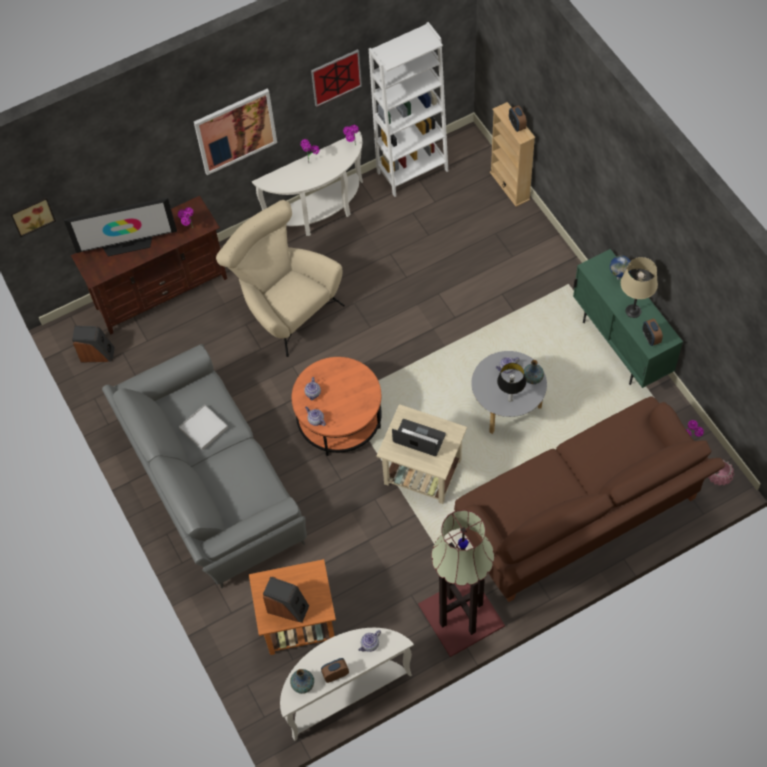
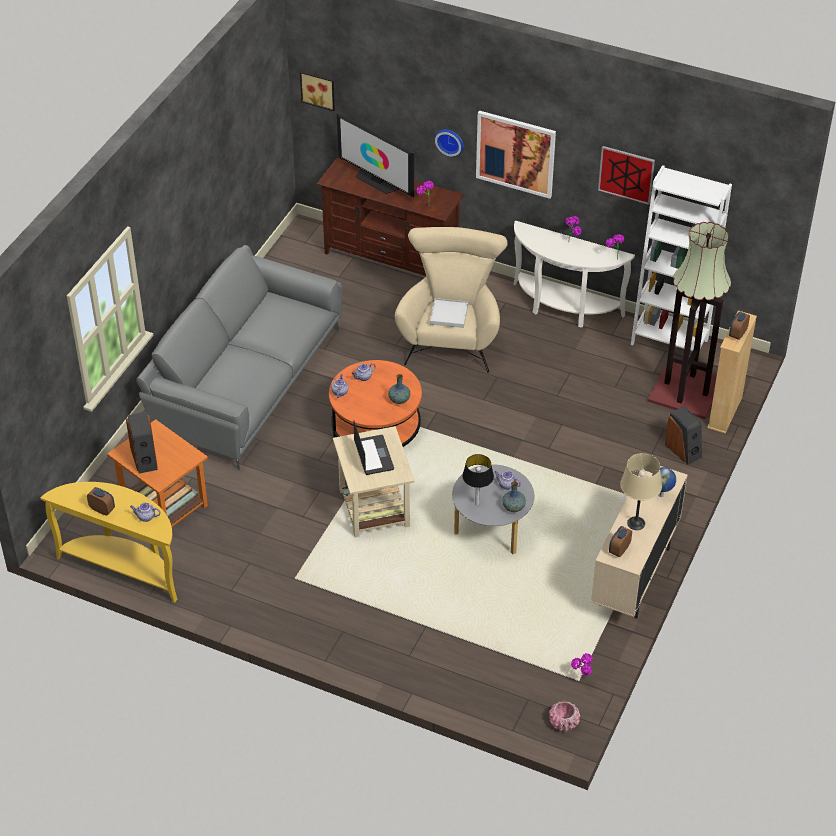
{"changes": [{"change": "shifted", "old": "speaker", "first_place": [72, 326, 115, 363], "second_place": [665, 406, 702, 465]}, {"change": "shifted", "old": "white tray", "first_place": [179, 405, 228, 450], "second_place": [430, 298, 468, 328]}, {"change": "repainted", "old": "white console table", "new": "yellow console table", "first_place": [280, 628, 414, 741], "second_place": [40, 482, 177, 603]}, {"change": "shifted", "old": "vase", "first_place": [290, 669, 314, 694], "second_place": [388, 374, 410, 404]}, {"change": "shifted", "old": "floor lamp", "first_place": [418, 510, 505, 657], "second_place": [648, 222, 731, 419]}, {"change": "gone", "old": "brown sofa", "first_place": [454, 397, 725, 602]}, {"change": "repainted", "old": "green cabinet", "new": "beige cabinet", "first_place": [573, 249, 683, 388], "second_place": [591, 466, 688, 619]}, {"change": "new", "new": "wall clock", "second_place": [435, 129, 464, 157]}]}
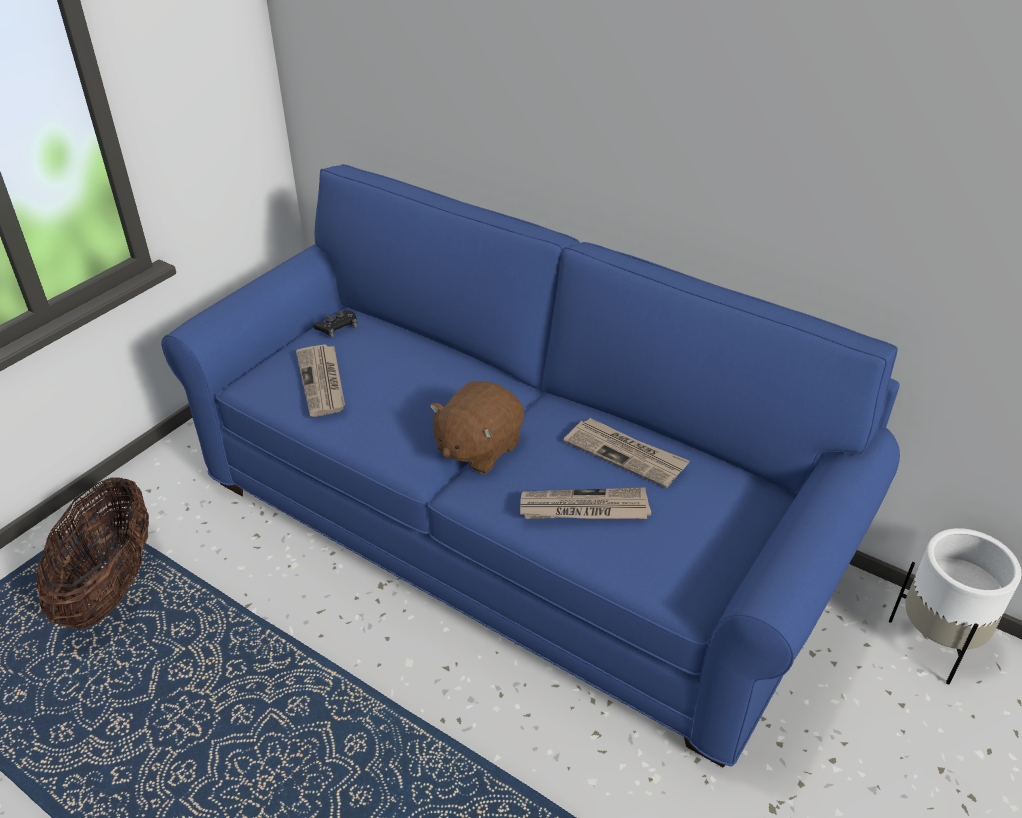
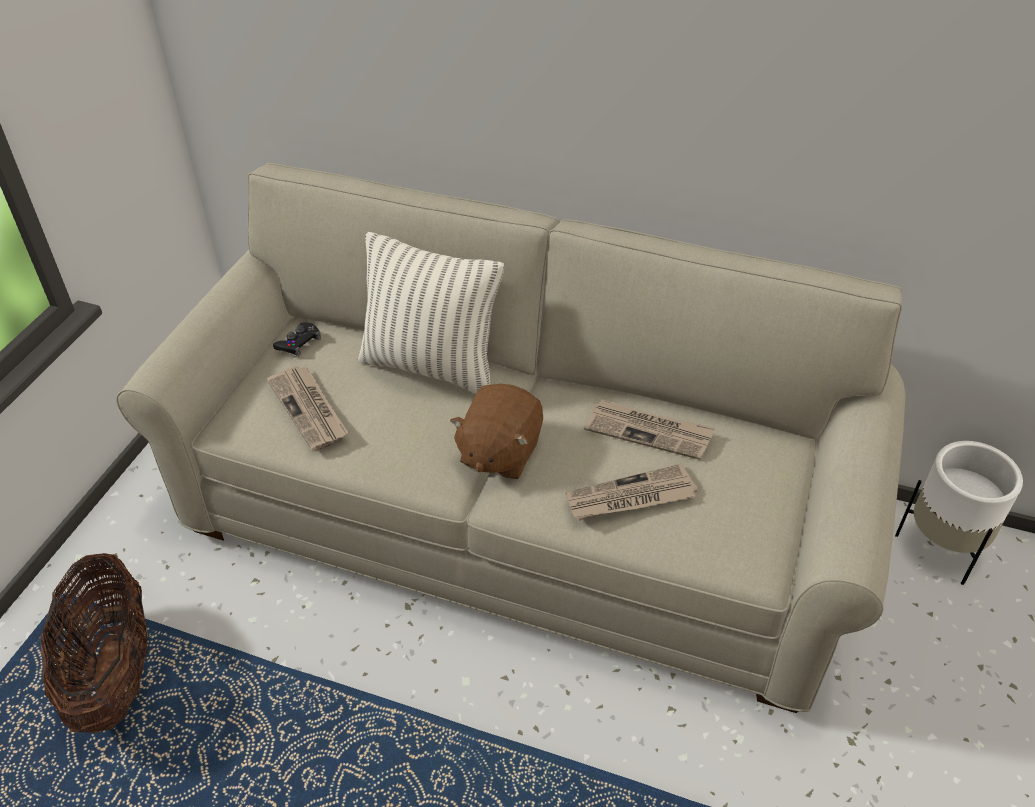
{"changes": [{"change": "repainted", "old": "blue sofa", "new": "beige sofa", "first_place": [161, 164, 900, 767], "second_place": [116, 163, 906, 713]}, {"change": "new", "new": "pillow", "second_place": [358, 232, 504, 394]}]}
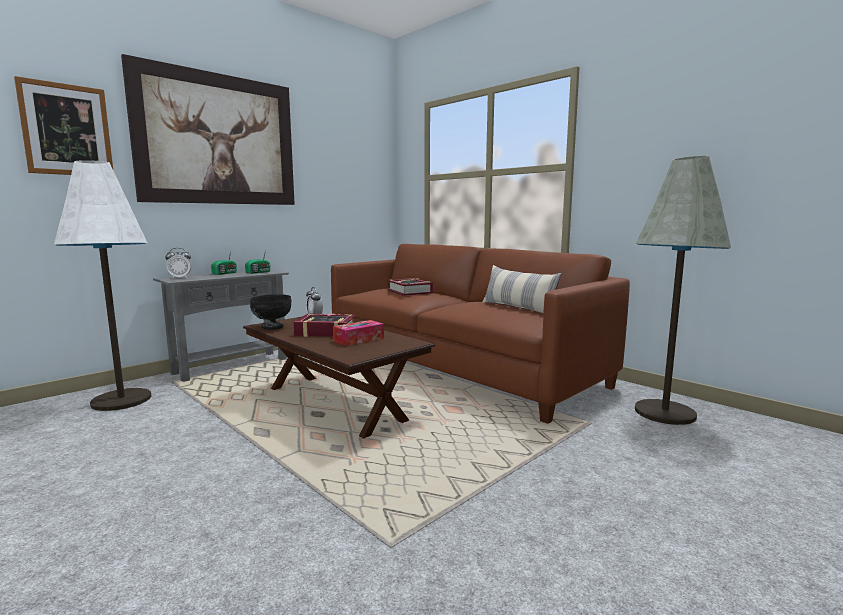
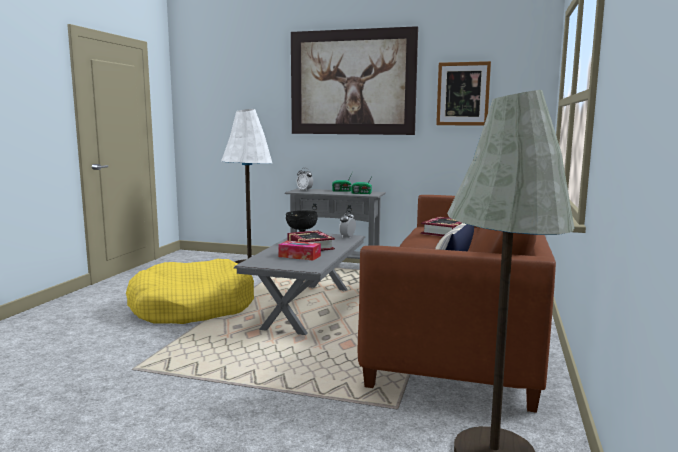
{"changes": [{"change": "shifted", "old": "picture", "first_place": [14, 76, 113, 175], "second_place": [436, 61, 491, 126]}, {"change": "repainted", "old": "brown coffee table", "new": "grey coffee table", "first_place": [243, 317, 435, 439], "second_place": [234, 233, 365, 335]}, {"change": "new", "new": "yellow dog bed", "second_place": [126, 259, 254, 324]}]}
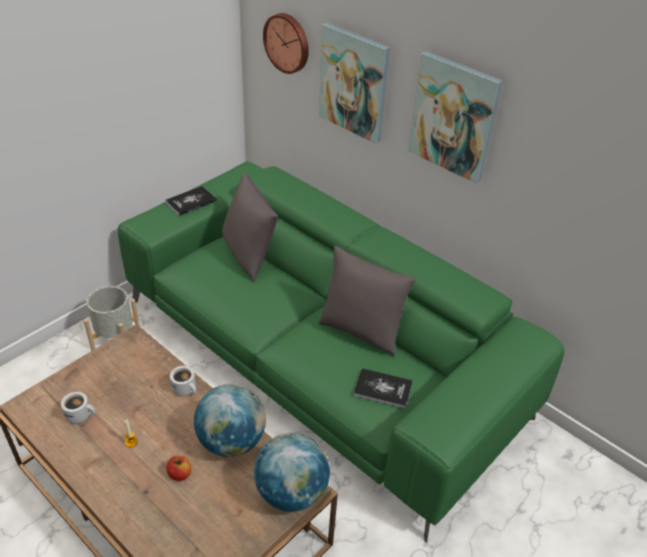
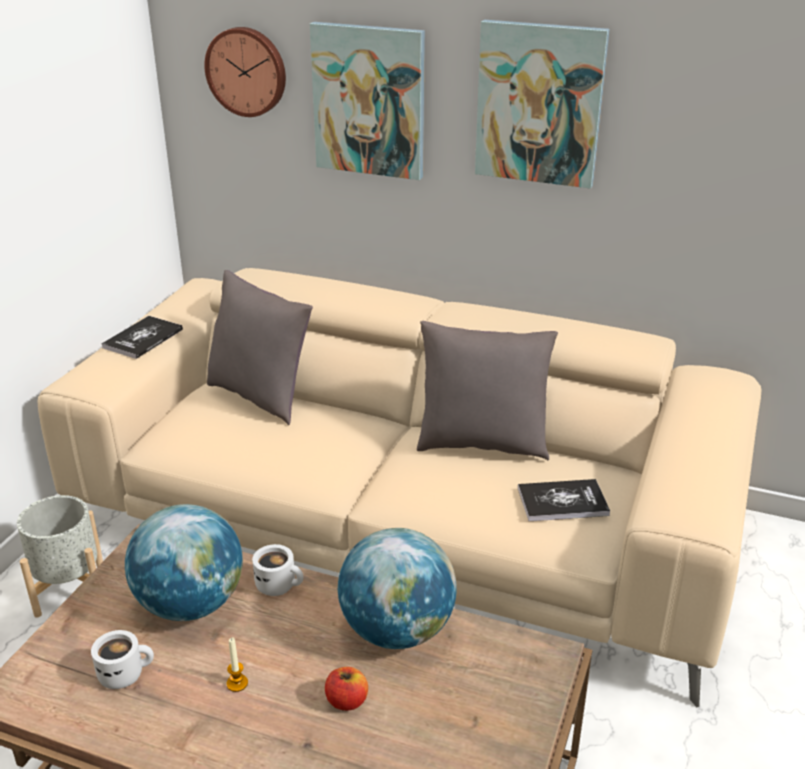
{"changes": [{"change": "repainted", "old": "green sofa", "new": "beige sofa", "first_place": [118, 161, 565, 542], "second_place": [37, 268, 762, 707]}, {"change": "shifted", "old": "globe", "first_place": [254, 433, 330, 512], "second_place": [125, 504, 243, 621]}]}
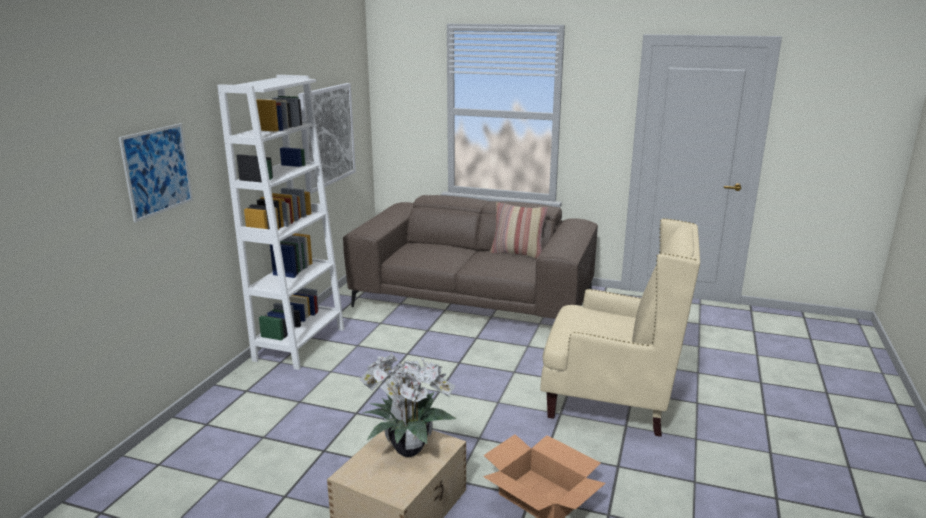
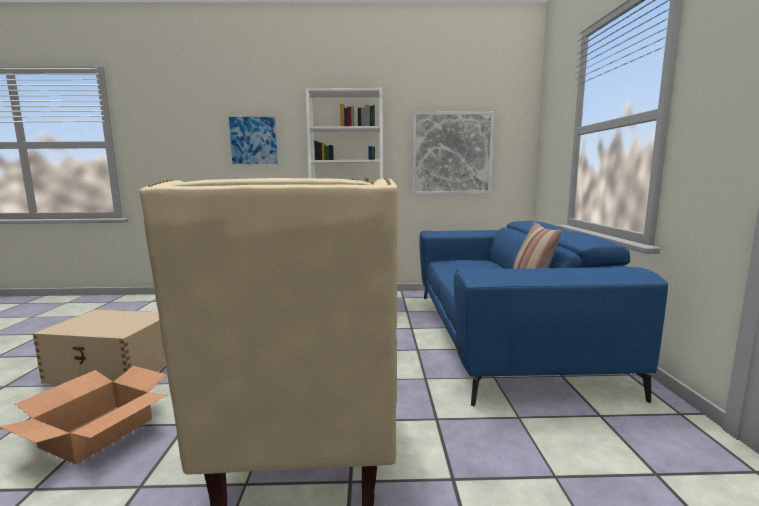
{"changes": [{"change": "repainted", "old": "brown sofa", "new": "blue sofa", "first_place": [343, 195, 598, 319], "second_place": [419, 221, 668, 406]}, {"change": "gone", "old": "potted plant", "first_place": [359, 353, 457, 457]}]}
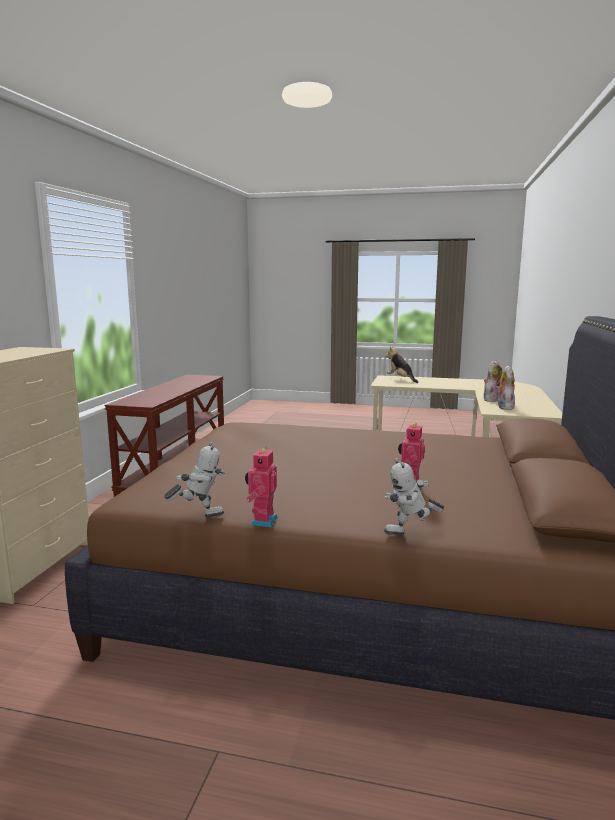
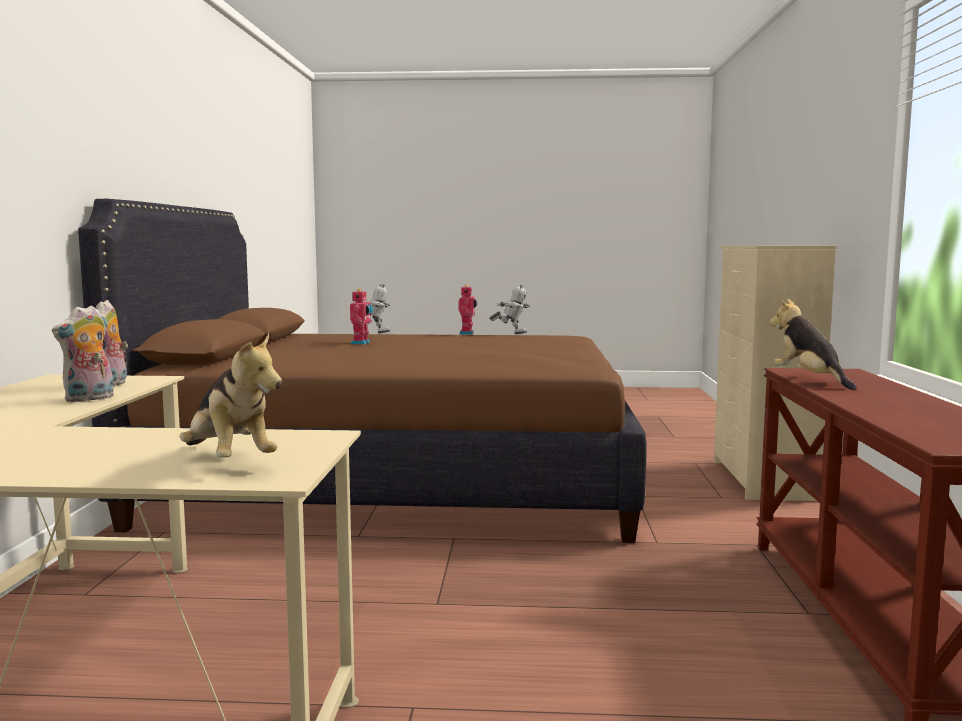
{"changes": [{"change": "rotated", "old": "toy robot", "first_place": [164, 441, 227, 517], "second_place": [489, 284, 531, 334], "degrees": -150}, {"change": "new", "new": "plush toy", "second_place": [770, 298, 856, 390]}]}
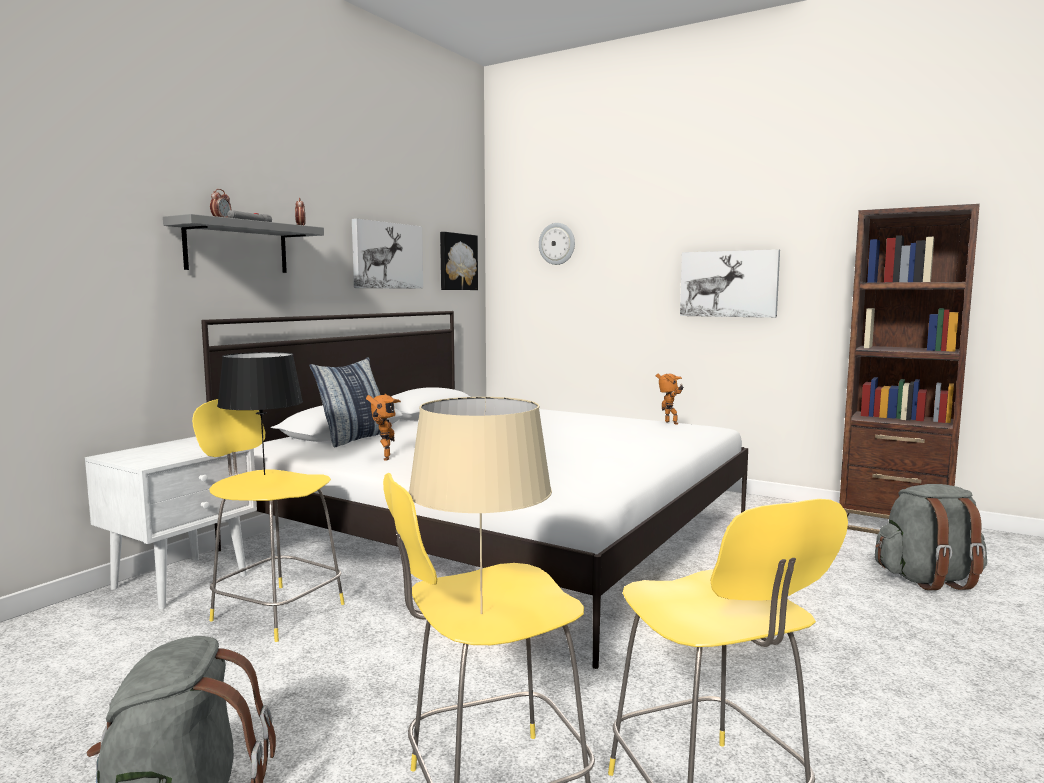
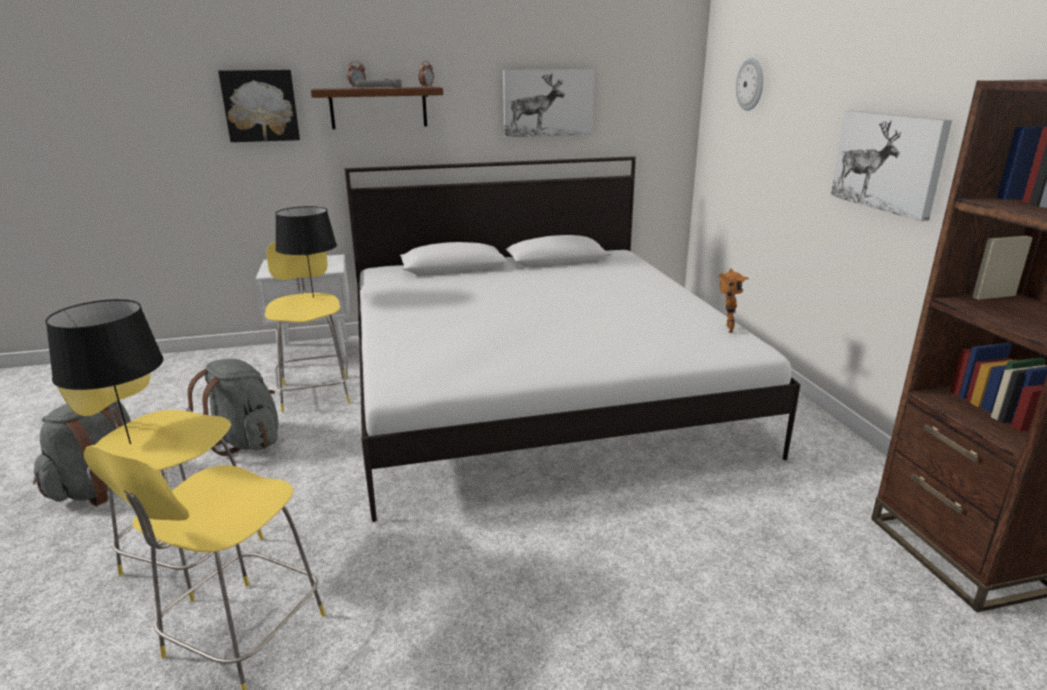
{"changes": [{"change": "repainted", "old": "grey shelf", "new": "brown shelf", "first_place": [163, 214, 324, 273], "second_place": [311, 87, 443, 129]}, {"change": "gone", "old": "pillow", "first_place": [309, 357, 387, 447]}, {"change": "gone", "old": "toy robot", "first_place": [366, 394, 401, 461]}, {"change": "repainted", "old": "beige table lamp", "new": "black table lamp", "first_place": [408, 397, 552, 614], "second_place": [45, 299, 163, 444]}, {"change": "shifted", "old": "picture", "first_place": [440, 232, 478, 290], "second_place": [218, 70, 300, 142]}, {"change": "shifted", "old": "grey backpack", "first_place": [875, 484, 987, 590], "second_place": [186, 359, 279, 456]}]}
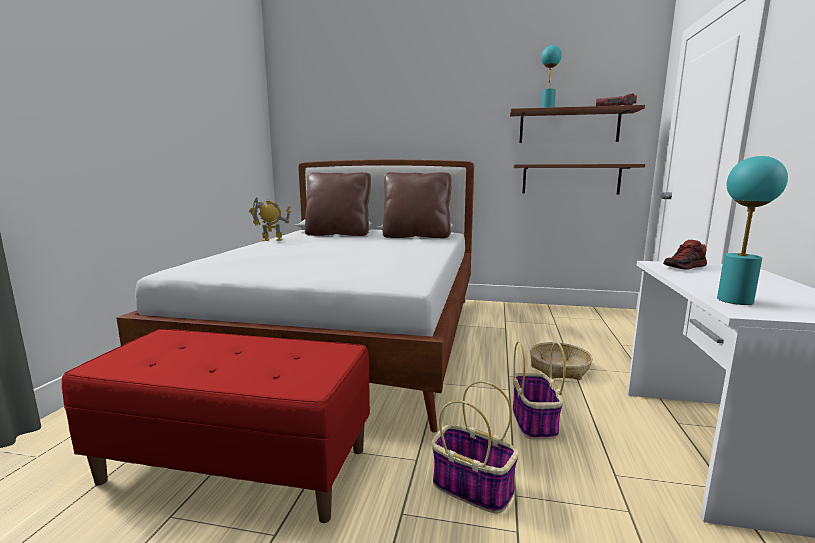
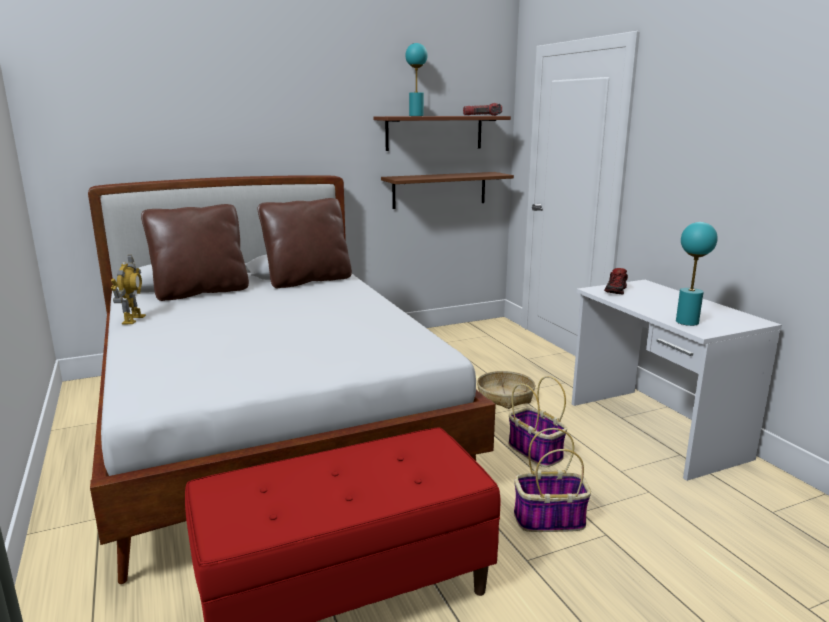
{"changes": [{"change": "rotated", "old": "toy robot", "first_place": [249, 197, 291, 241], "second_place": [111, 255, 146, 324], "degrees": 135}]}
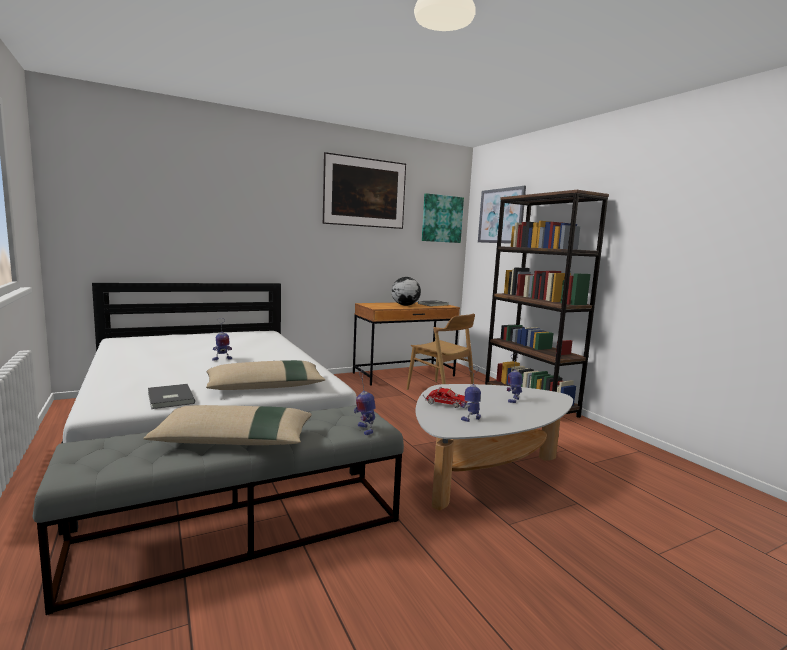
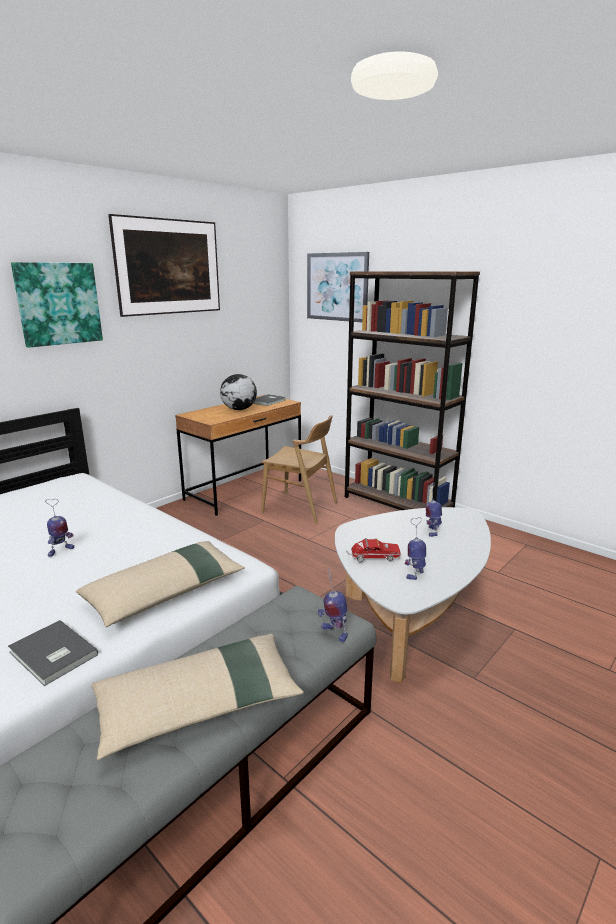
{"changes": [{"change": "shifted", "old": "picture", "first_place": [422, 193, 464, 243], "second_place": [11, 262, 103, 348]}]}
